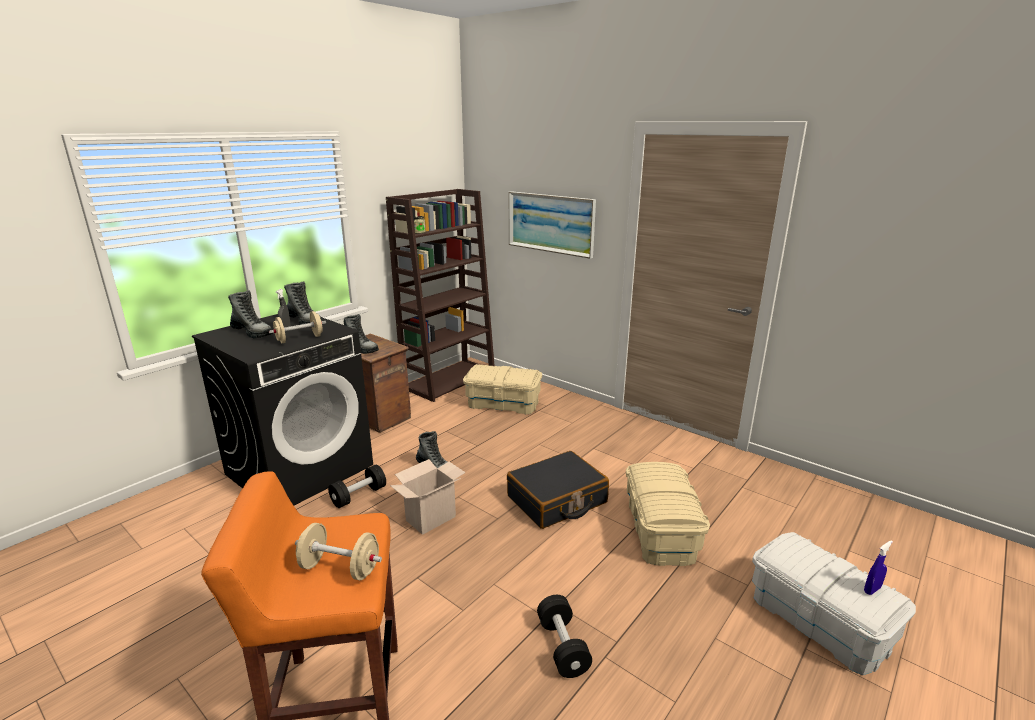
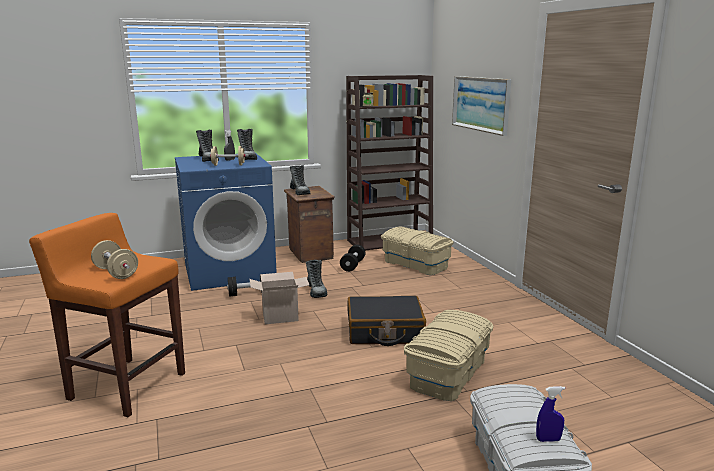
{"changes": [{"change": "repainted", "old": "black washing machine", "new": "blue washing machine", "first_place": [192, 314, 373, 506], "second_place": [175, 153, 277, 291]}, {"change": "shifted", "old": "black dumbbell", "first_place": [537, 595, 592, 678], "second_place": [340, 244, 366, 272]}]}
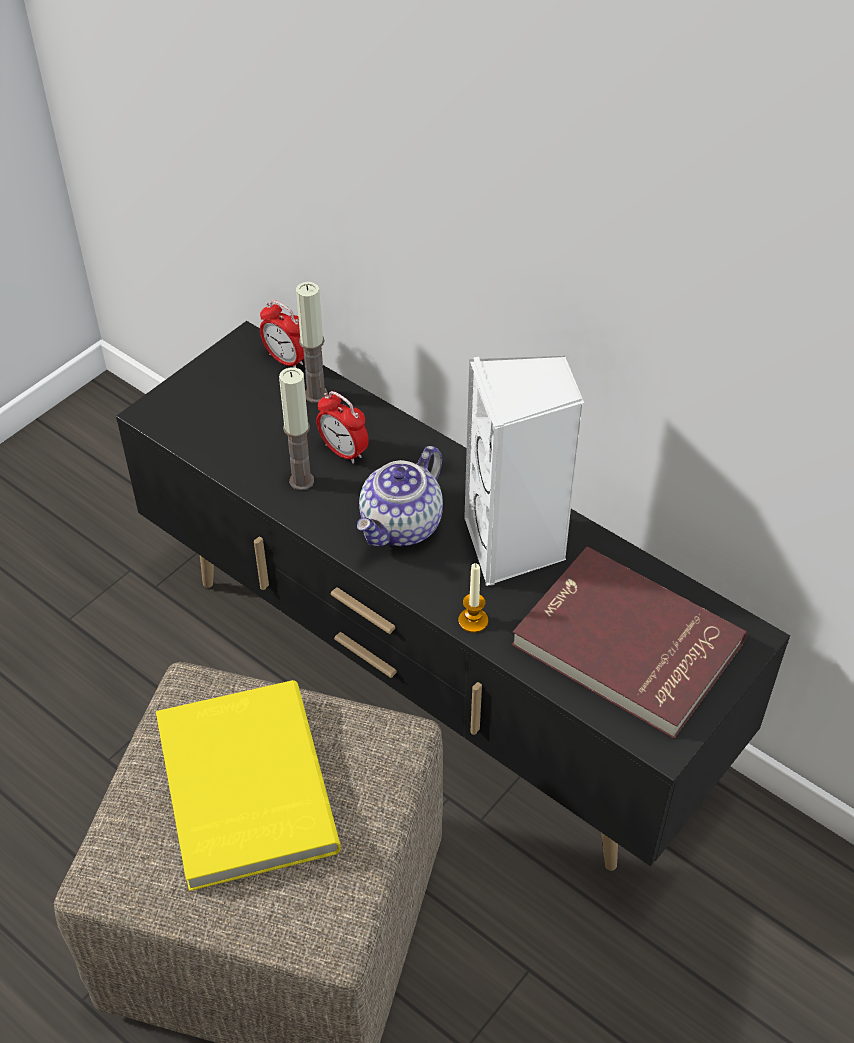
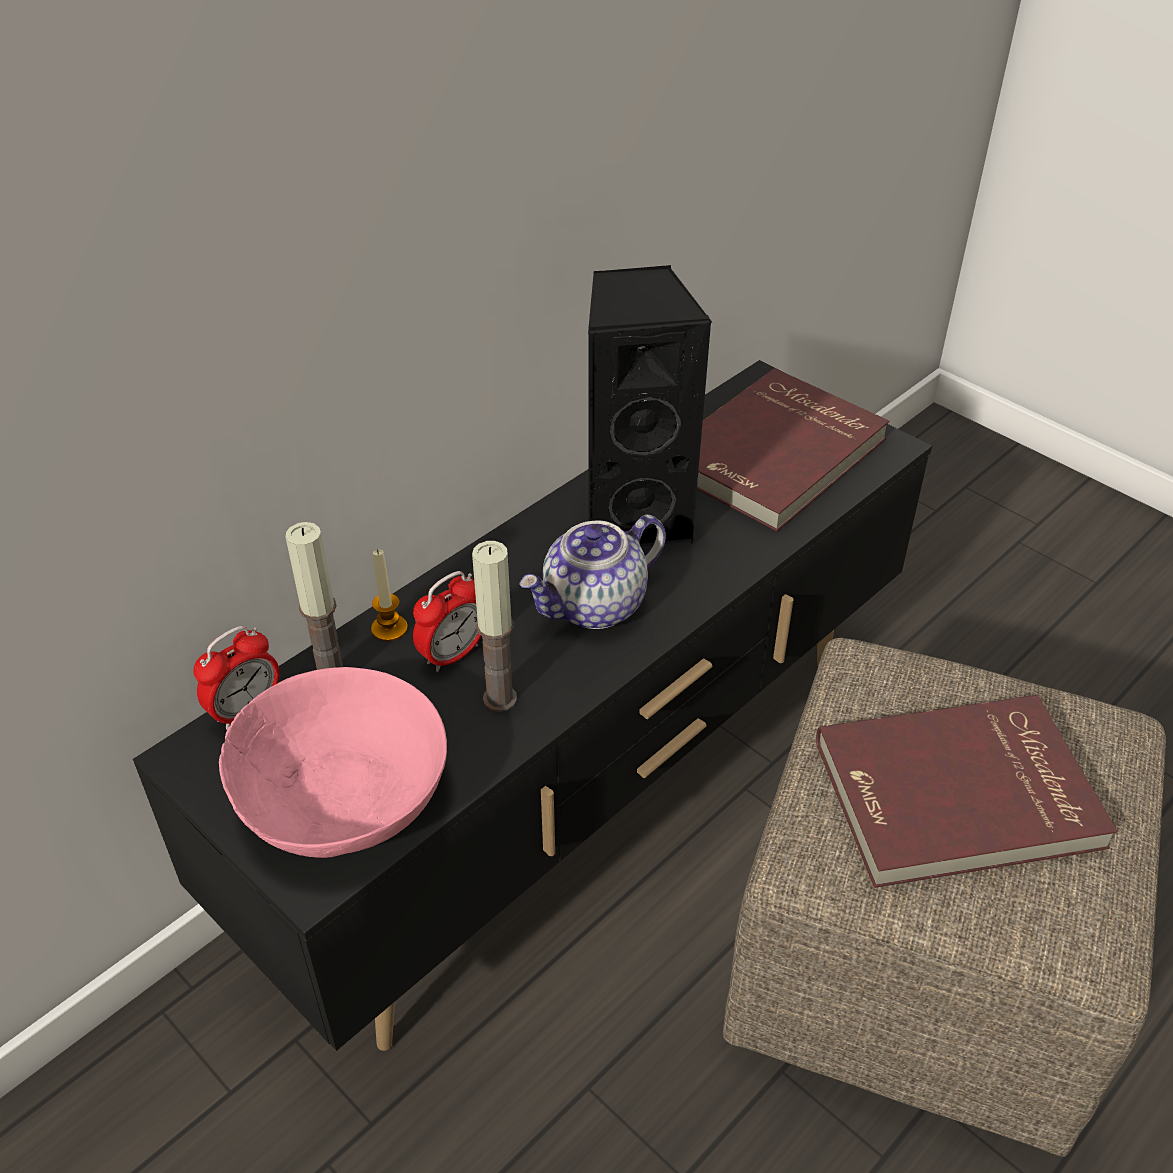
{"changes": [{"change": "repainted", "old": "yellow book", "new": "red book", "first_place": [156, 680, 341, 891], "second_place": [816, 695, 1117, 888]}, {"change": "rotated", "old": "teapot", "first_place": [357, 446, 443, 547], "second_place": [519, 514, 666, 629], "degrees": 105}, {"change": "shifted", "old": "candle", "first_place": [459, 563, 488, 633], "second_place": [371, 549, 407, 642]}, {"change": "repainted", "old": "white speaker", "new": "black speaker", "first_place": [464, 356, 584, 586], "second_place": [588, 265, 713, 547]}, {"change": "new", "new": "pink bowl", "second_place": [219, 667, 447, 858]}]}
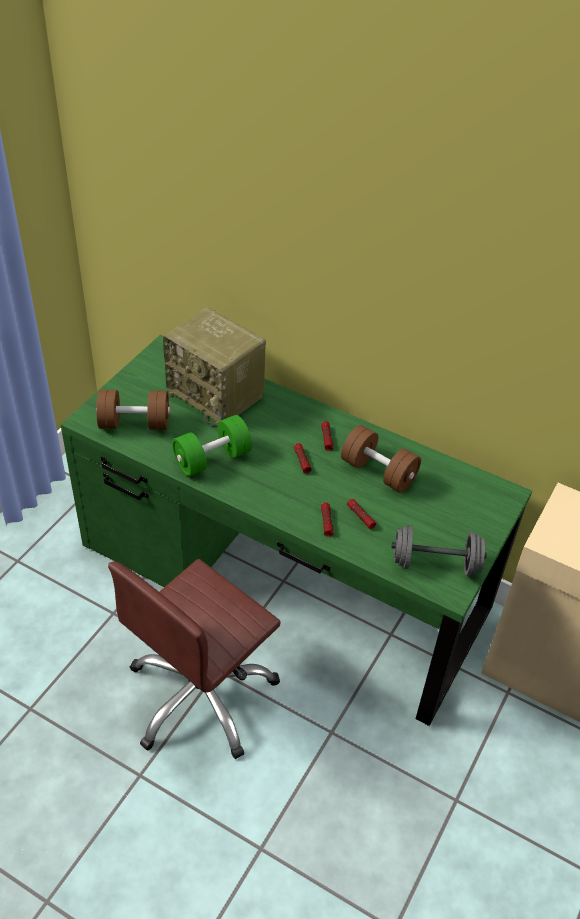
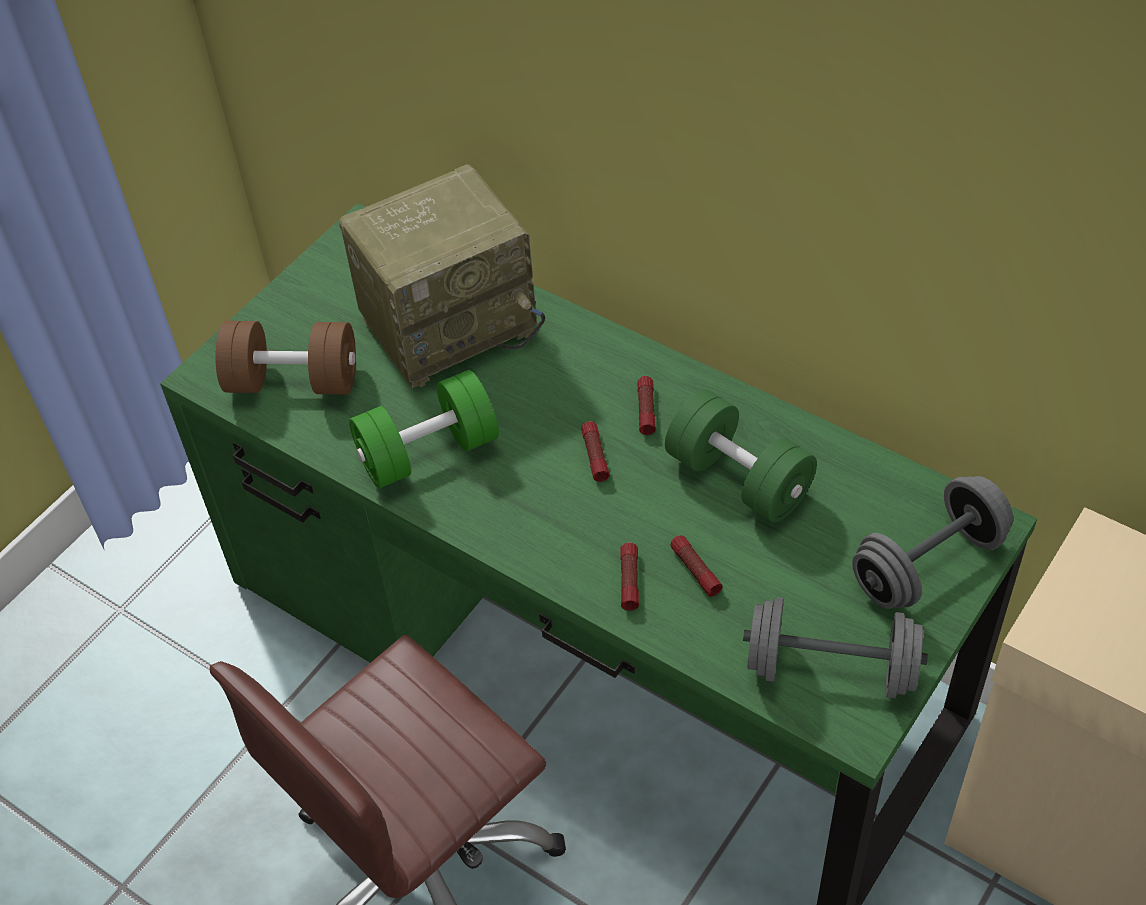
{"changes": [{"change": "rotated", "old": "radio", "first_place": [163, 307, 266, 426], "second_place": [339, 164, 545, 388], "degrees": -75}, {"change": "repainted", "old": "brown dumbbell", "new": "green dumbbell", "first_place": [341, 425, 421, 493], "second_place": [665, 389, 817, 522]}, {"change": "new", "new": "grey dumbbell", "second_place": [852, 476, 1013, 609]}]}
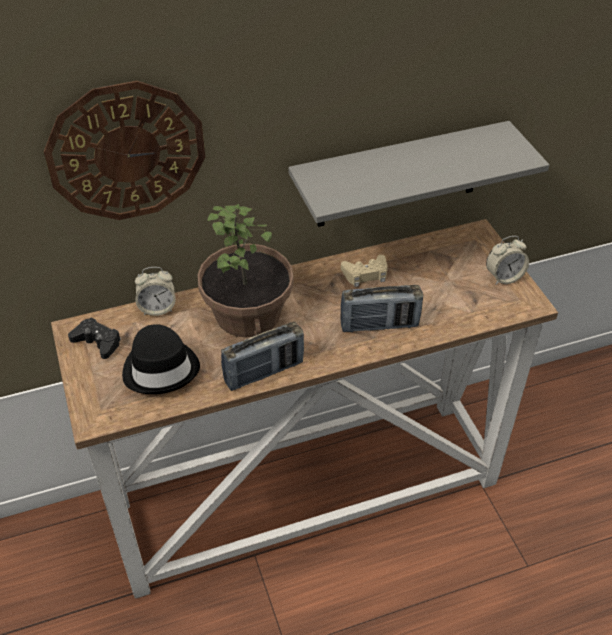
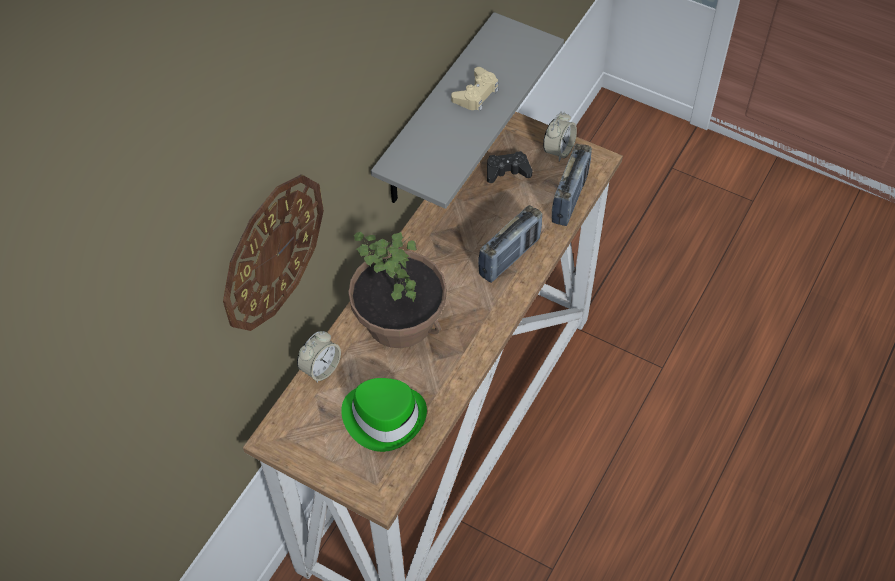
{"changes": [{"change": "shifted", "old": "black game controller", "first_place": [68, 318, 121, 359], "second_place": [487, 151, 532, 183]}, {"change": "repainted", "old": "black hat", "new": "green hat", "first_place": [122, 324, 200, 394], "second_place": [341, 378, 427, 452]}, {"change": "shifted", "old": "radio", "first_place": [221, 322, 304, 391], "second_place": [552, 144, 592, 226]}, {"change": "shifted", "old": "beige game controller", "first_place": [341, 255, 388, 287], "second_place": [451, 67, 499, 111]}]}
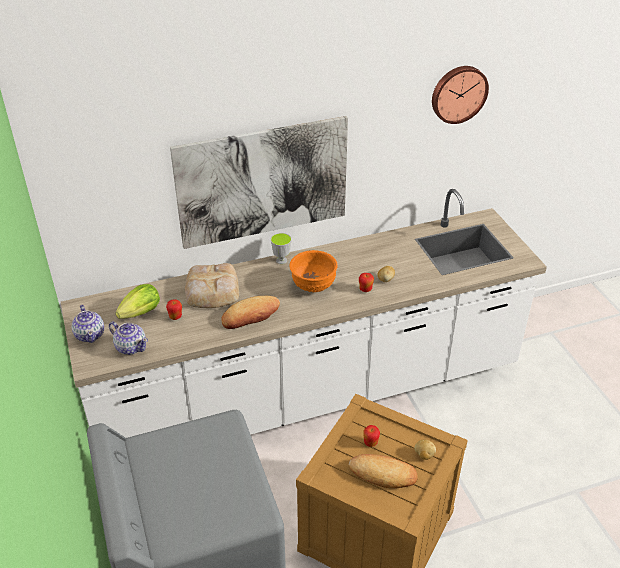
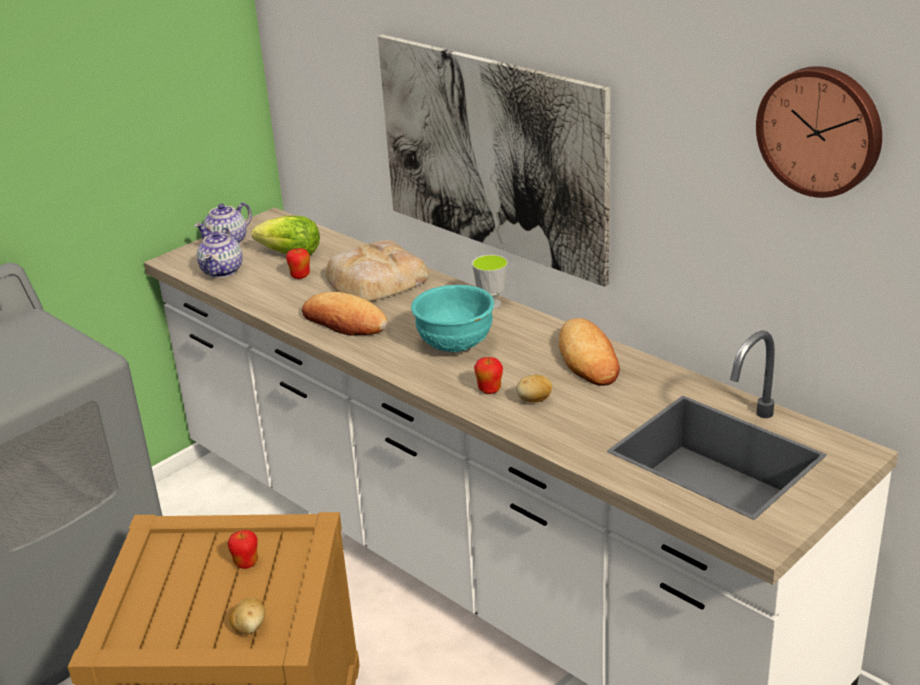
{"changes": [{"change": "repainted", "old": "orange bowl", "new": "turquoise bowl", "first_place": [289, 250, 338, 292], "second_place": [411, 285, 494, 353]}, {"change": "shifted", "old": "bread", "first_place": [349, 454, 418, 489], "second_place": [559, 318, 620, 386]}]}
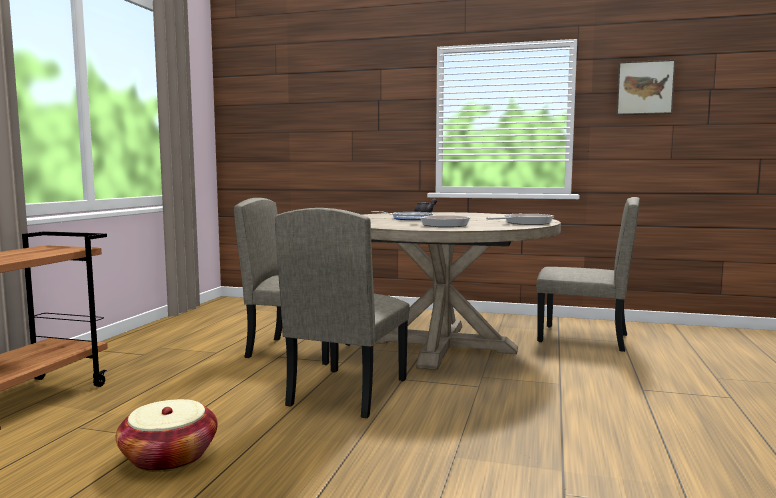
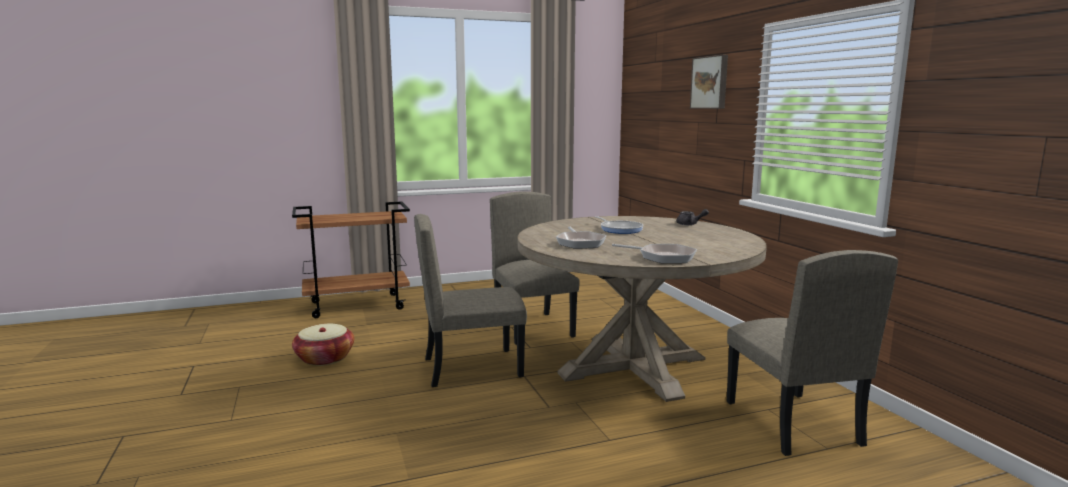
{"changes": [{"change": "shifted", "old": "picture", "first_place": [616, 60, 675, 115], "second_place": [690, 55, 728, 109]}]}
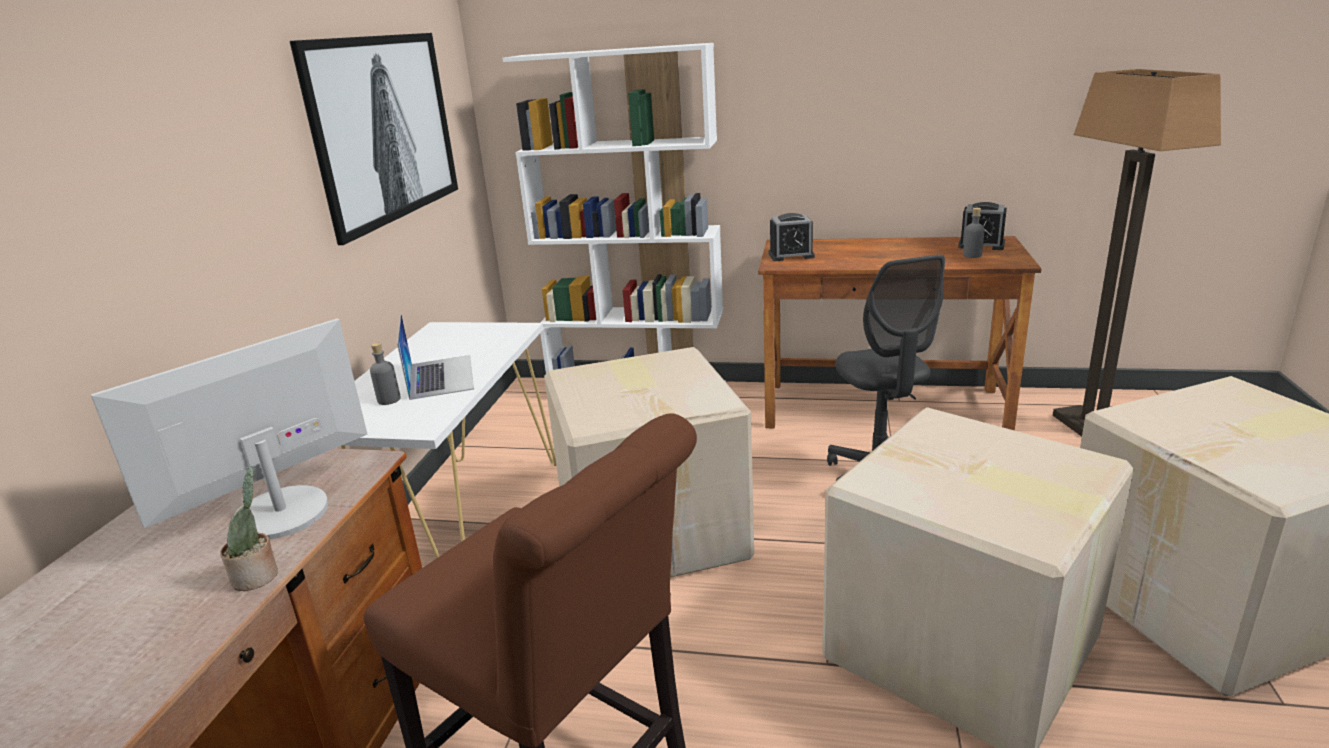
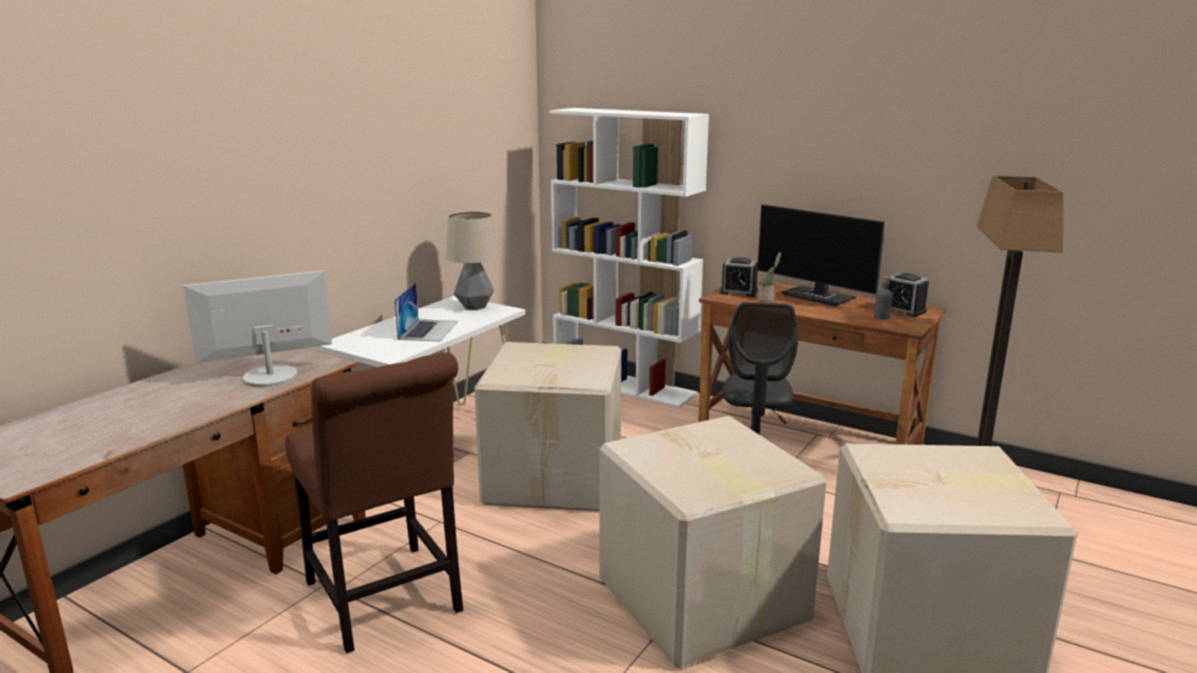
{"changes": [{"change": "shifted", "old": "potted plant", "first_place": [220, 466, 278, 591], "second_place": [757, 252, 781, 302]}, {"change": "gone", "old": "picture", "first_place": [290, 33, 458, 245]}, {"change": "gone", "old": "grey bottle", "first_place": [370, 343, 401, 405]}, {"change": "new", "new": "table lamp", "second_place": [446, 211, 498, 310]}, {"change": "new", "new": "monitor", "second_place": [758, 204, 885, 307]}]}
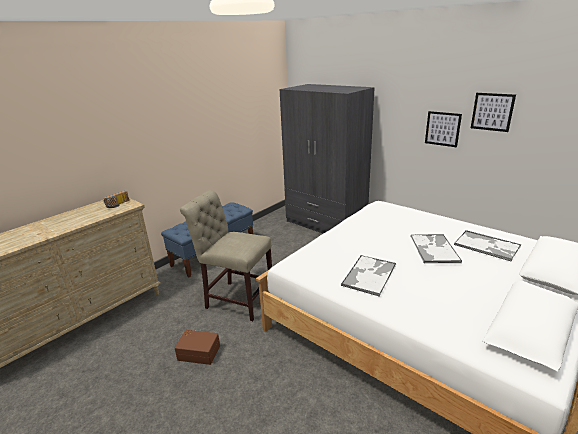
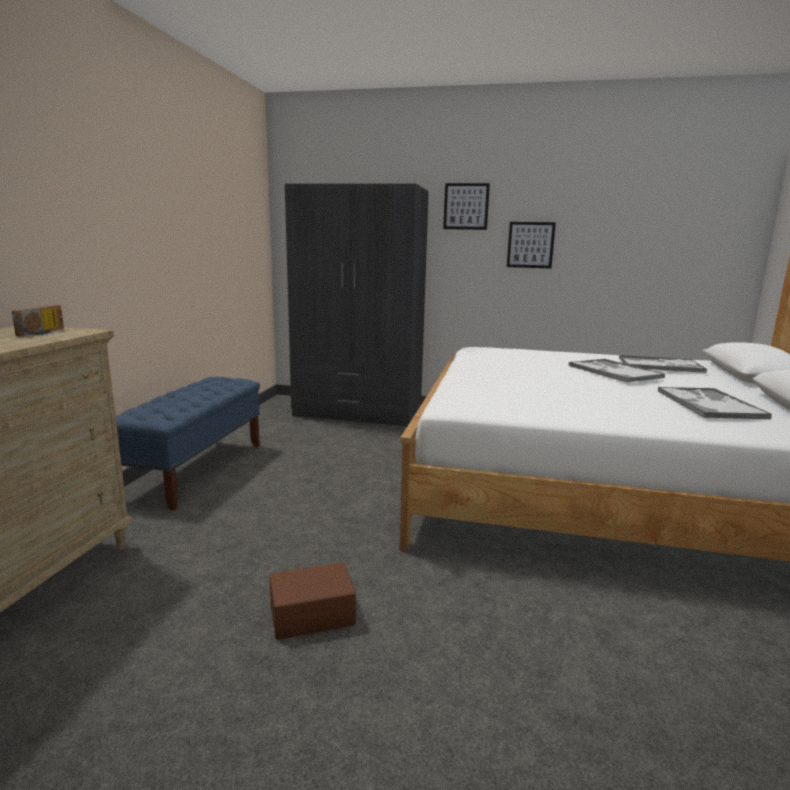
{"changes": [{"change": "gone", "old": "beige chair", "first_place": [180, 190, 272, 321]}, {"change": "shifted", "old": "tray", "first_place": [341, 255, 396, 297], "second_place": [658, 387, 772, 419]}, {"change": "shifted", "old": "picture", "first_place": [471, 93, 516, 132], "second_place": [443, 183, 490, 230]}]}
